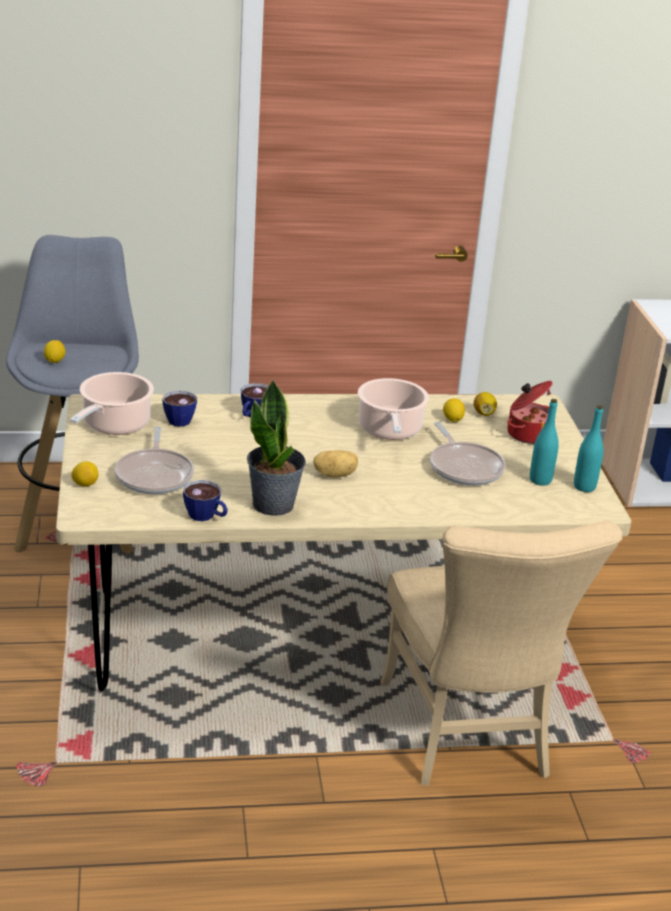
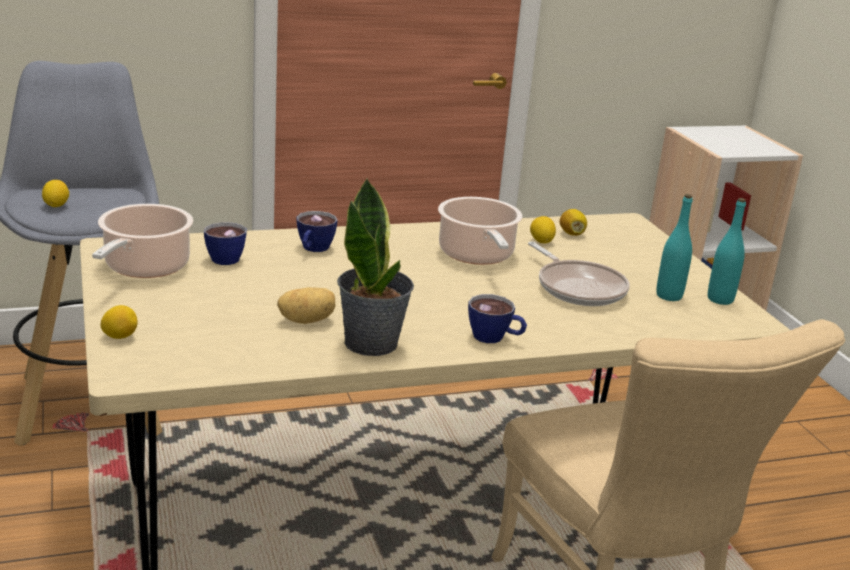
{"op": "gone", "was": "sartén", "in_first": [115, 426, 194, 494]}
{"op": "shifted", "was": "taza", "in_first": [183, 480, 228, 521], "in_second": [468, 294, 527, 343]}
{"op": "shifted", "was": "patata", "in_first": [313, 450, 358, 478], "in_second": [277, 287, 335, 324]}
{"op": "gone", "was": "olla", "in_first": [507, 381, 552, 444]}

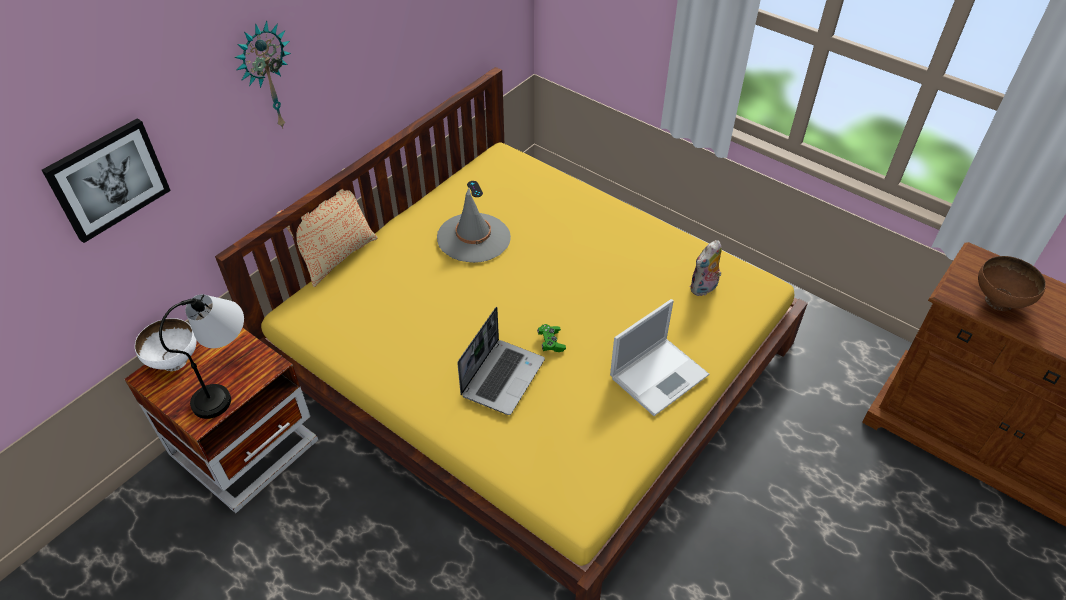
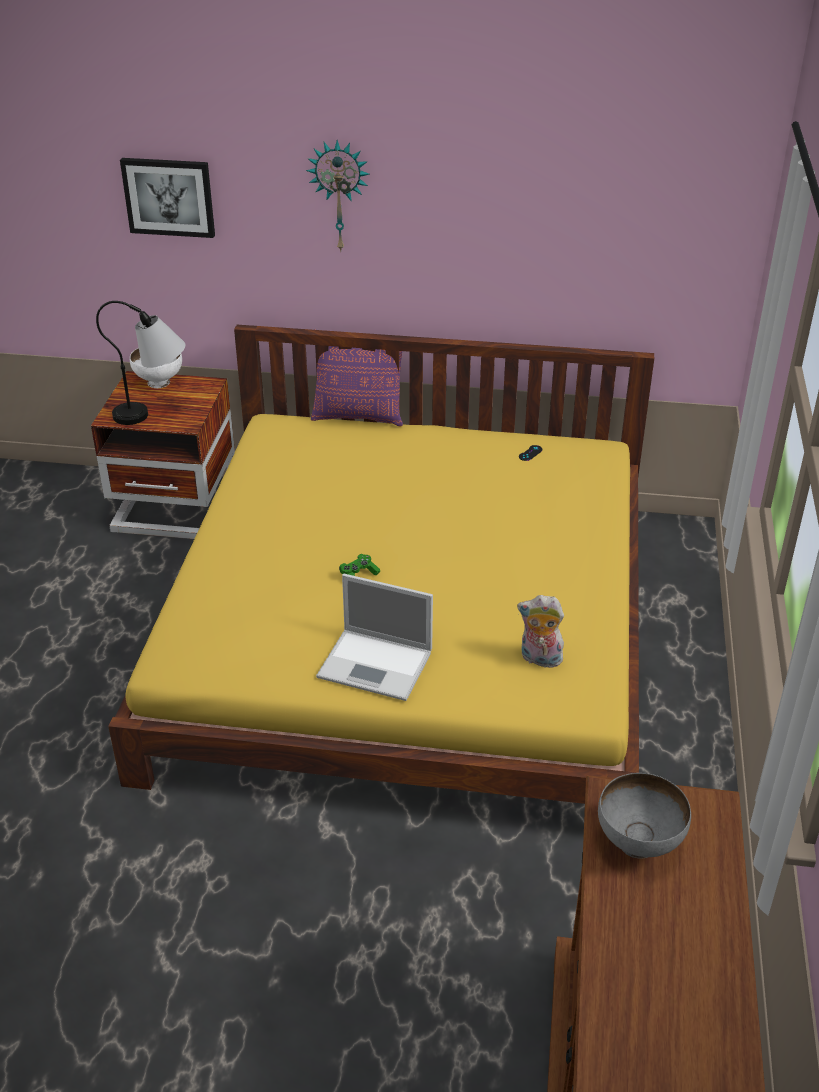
{"op": "repainted", "was": "cojín [beis]", "now": "cojín [morado]", "in_first": [276, 168, 378, 287], "in_second": [311, 346, 403, 427]}
{"op": "gone", "was": "sombrero [gris]", "in_first": [437, 188, 511, 263]}
{"op": "gone", "was": "portátil", "in_first": [457, 307, 545, 415]}
{"op": "repainted", "was": "cuenco [marrón]", "now": "cuenco [gris]", "in_first": [978, 256, 1046, 311], "in_second": [598, 773, 691, 859]}

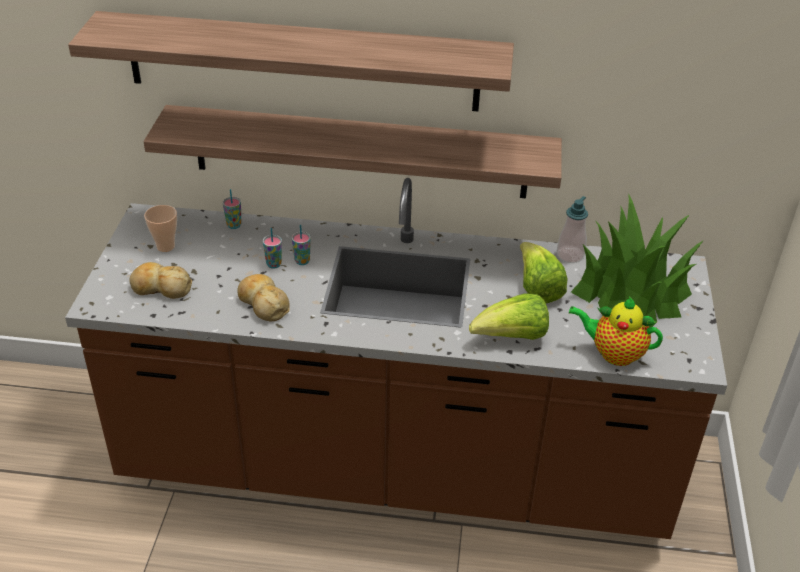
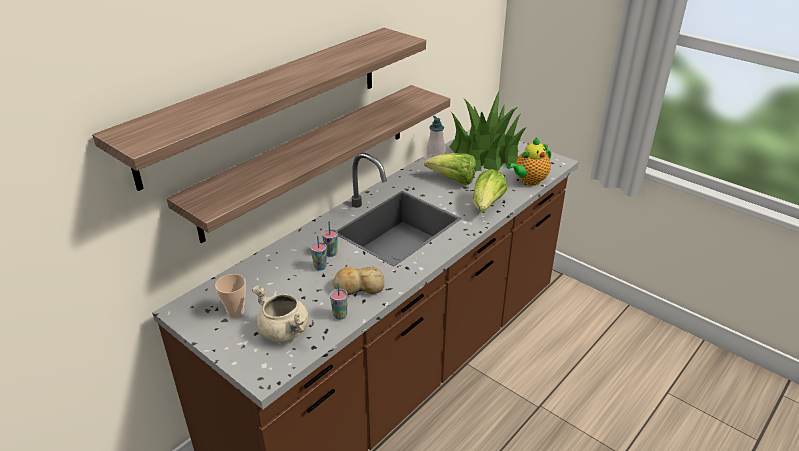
{"op": "swapped", "was": "pan", "now": "olla [beis]", "in_first": [129, 262, 192, 299], "in_second": [252, 285, 308, 342]}
{"op": "shifted", "was": "taza", "in_first": [223, 189, 241, 229], "in_second": [330, 283, 348, 320]}

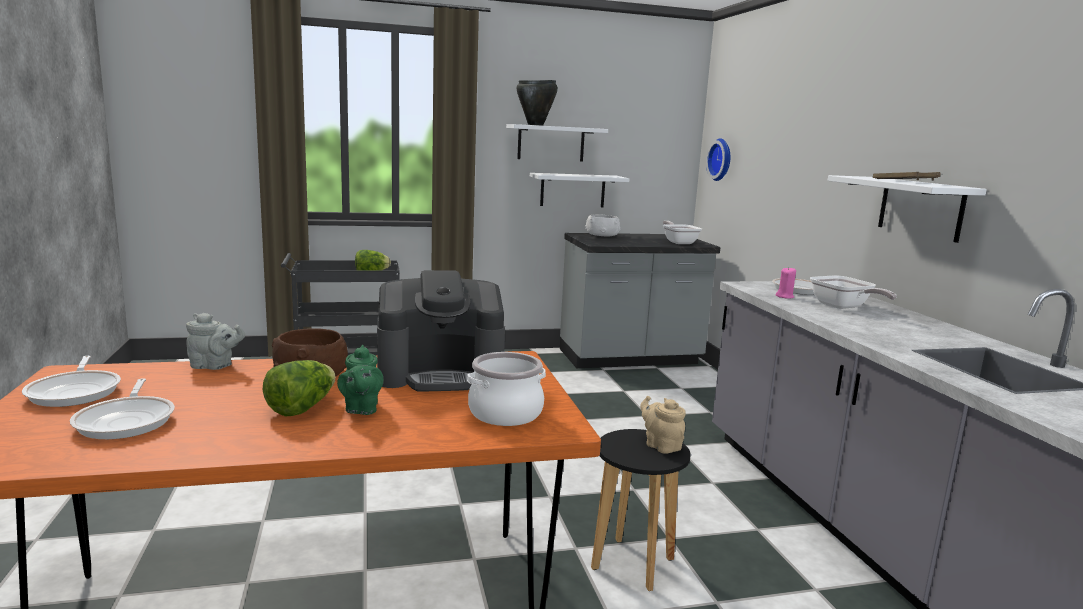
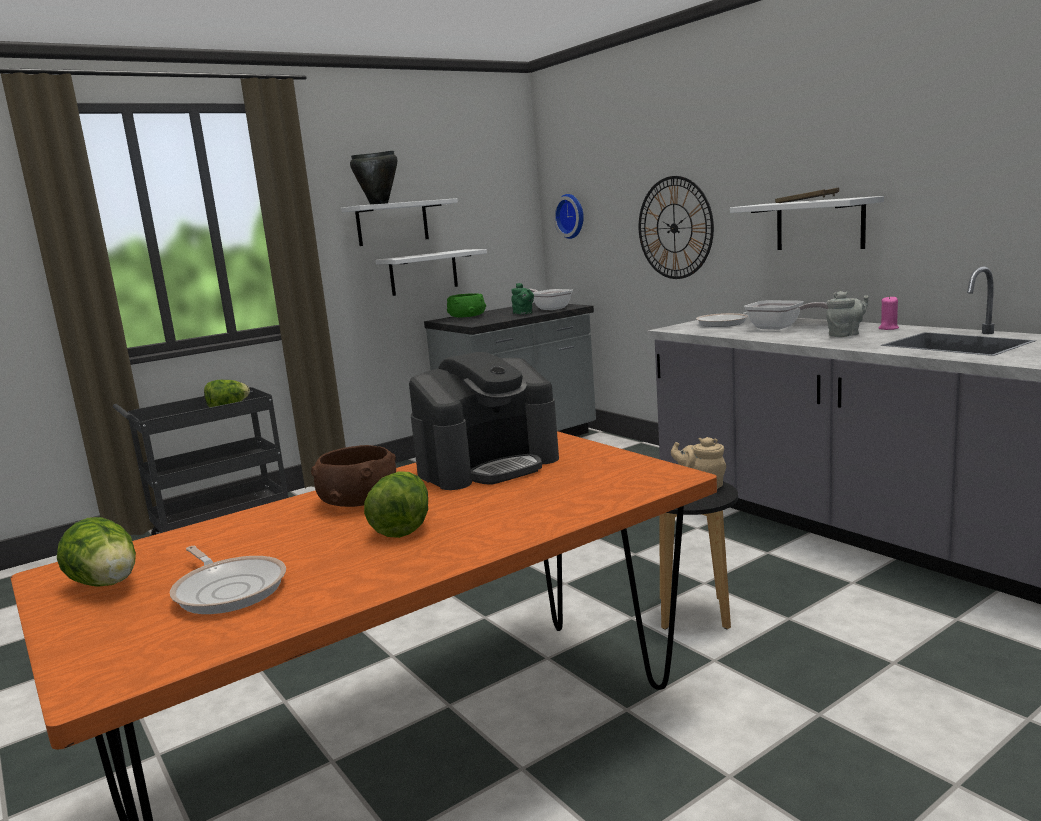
{"op": "swapped", "was": "sartén", "now": "lechuga", "in_first": [22, 356, 121, 407], "in_second": [57, 517, 136, 587]}
{"op": "shifted", "was": "tetera [gris]", "in_first": [186, 313, 245, 370], "in_second": [826, 291, 868, 337]}
{"op": "shifted", "was": "tetera [verde]", "in_first": [337, 345, 383, 415], "in_second": [511, 283, 534, 314]}
{"op": "gone", "was": "olla", "in_first": [467, 352, 546, 426]}
{"op": "repainted", "was": "cuenco [blanco]", "now": "cuenco [verde]", "in_first": [585, 214, 620, 237], "in_second": [447, 293, 486, 317]}
{"op": "shifted", "was": "vela [rosa]", "in_first": [776, 267, 796, 298], "in_second": [878, 296, 899, 330]}
{"op": "new", "now": "reloj de pared", "in_second": [639, 176, 714, 279]}

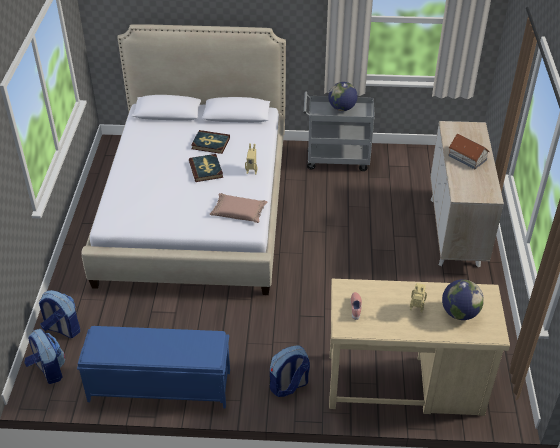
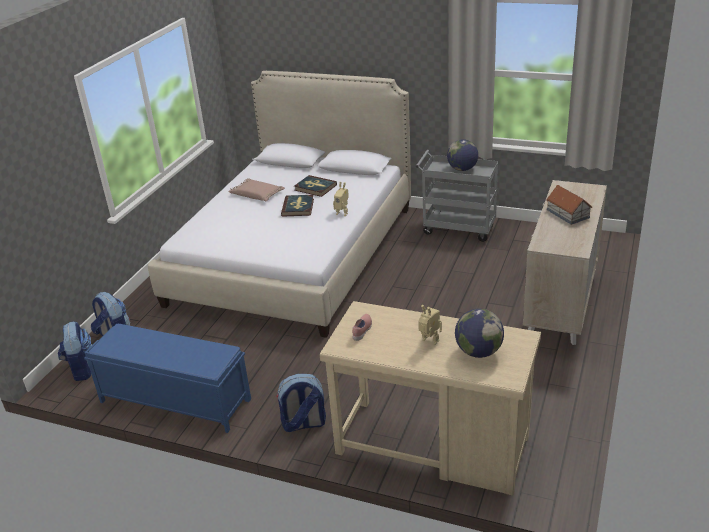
{"op": "shifted", "was": "cojín [beis]", "in_first": [209, 193, 267, 223], "in_second": [229, 178, 285, 202]}

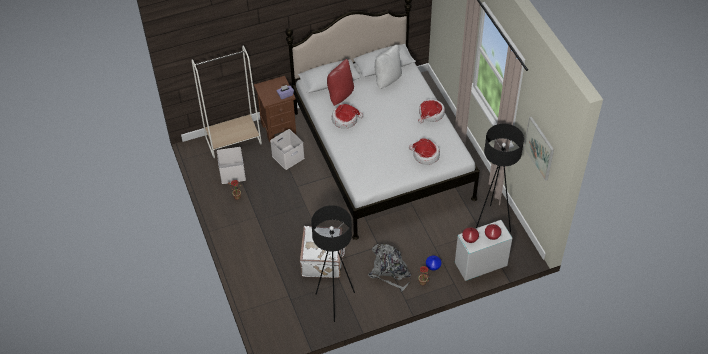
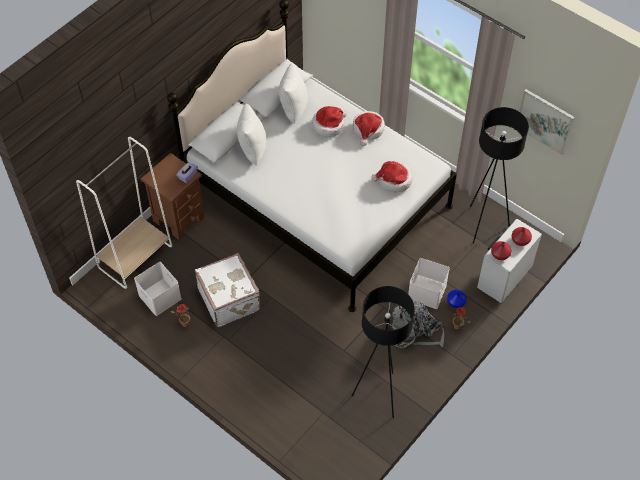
{"op": "shifted", "was": "caja de almacenaje [blanco]", "in_first": [270, 129, 305, 170], "in_second": [408, 258, 450, 309]}
{"op": "shifted", "was": "maleta [blanco]", "in_first": [300, 226, 346, 278], "in_second": [195, 253, 260, 327]}
{"op": "repainted", "was": "cojín [rojo]", "now": "cojín [blanco]", "in_first": [327, 59, 354, 106], "in_second": [237, 103, 267, 165]}
{"op": "shifted", "was": "sombrero", "in_first": [332, 104, 363, 129], "in_second": [312, 106, 347, 137]}

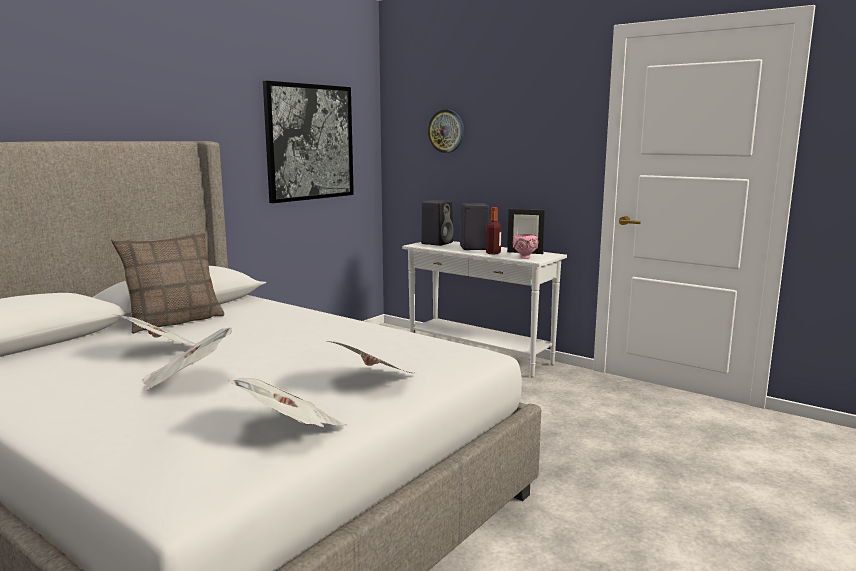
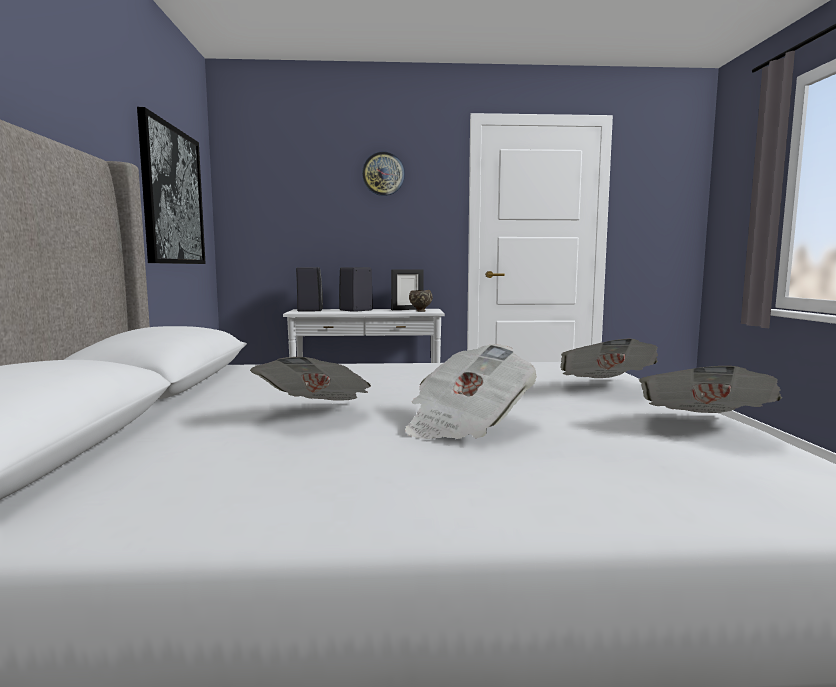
{"op": "gone", "was": "cojín", "in_first": [111, 230, 225, 334]}
{"op": "shifted", "was": "reloj de pared", "in_first": [428, 109, 464, 153], "in_second": [362, 152, 405, 196]}
{"op": "gone", "was": "botella", "in_first": [486, 207, 501, 254]}
{"op": "repainted", "was": "cuenco [rosa]", "now": "cuenco [marrón]", "in_first": [513, 234, 538, 259], "in_second": [409, 290, 433, 312]}

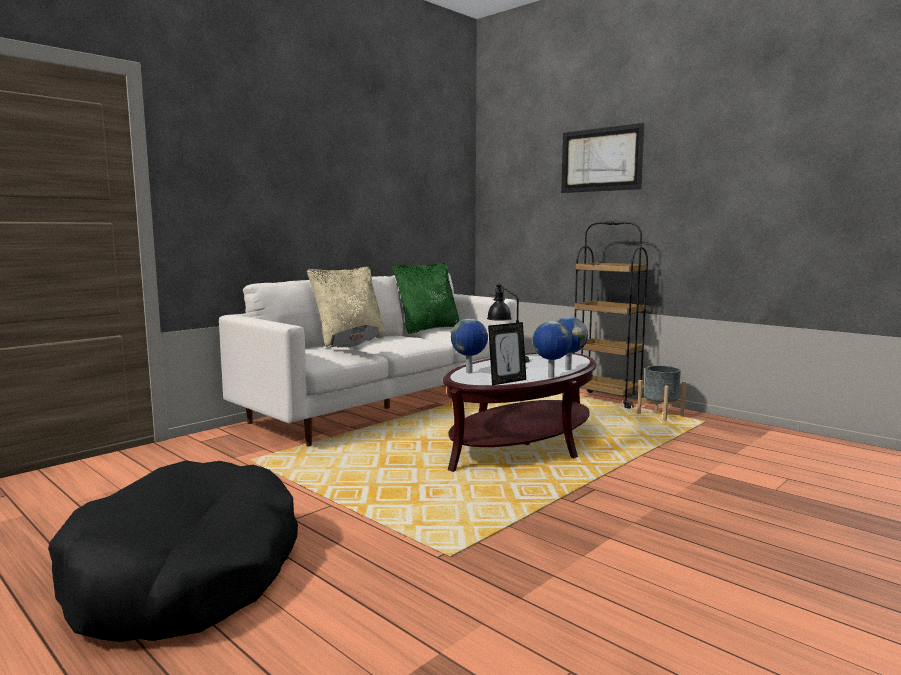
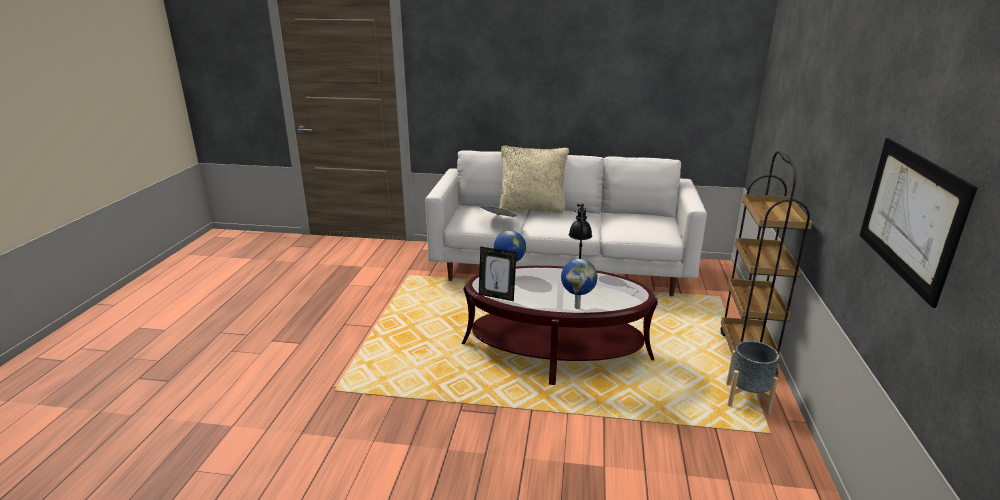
{"op": "gone", "was": "cama para perro [negro]", "in_first": [48, 461, 298, 642]}
{"op": "gone", "was": "cojín [verde]", "in_first": [393, 263, 459, 334]}
{"op": "gone", "was": "globo terráqueo", "in_first": [533, 321, 572, 378]}
{"op": "shifted", "was": "cuadro", "in_first": [561, 123, 645, 193], "in_second": [859, 138, 978, 308]}

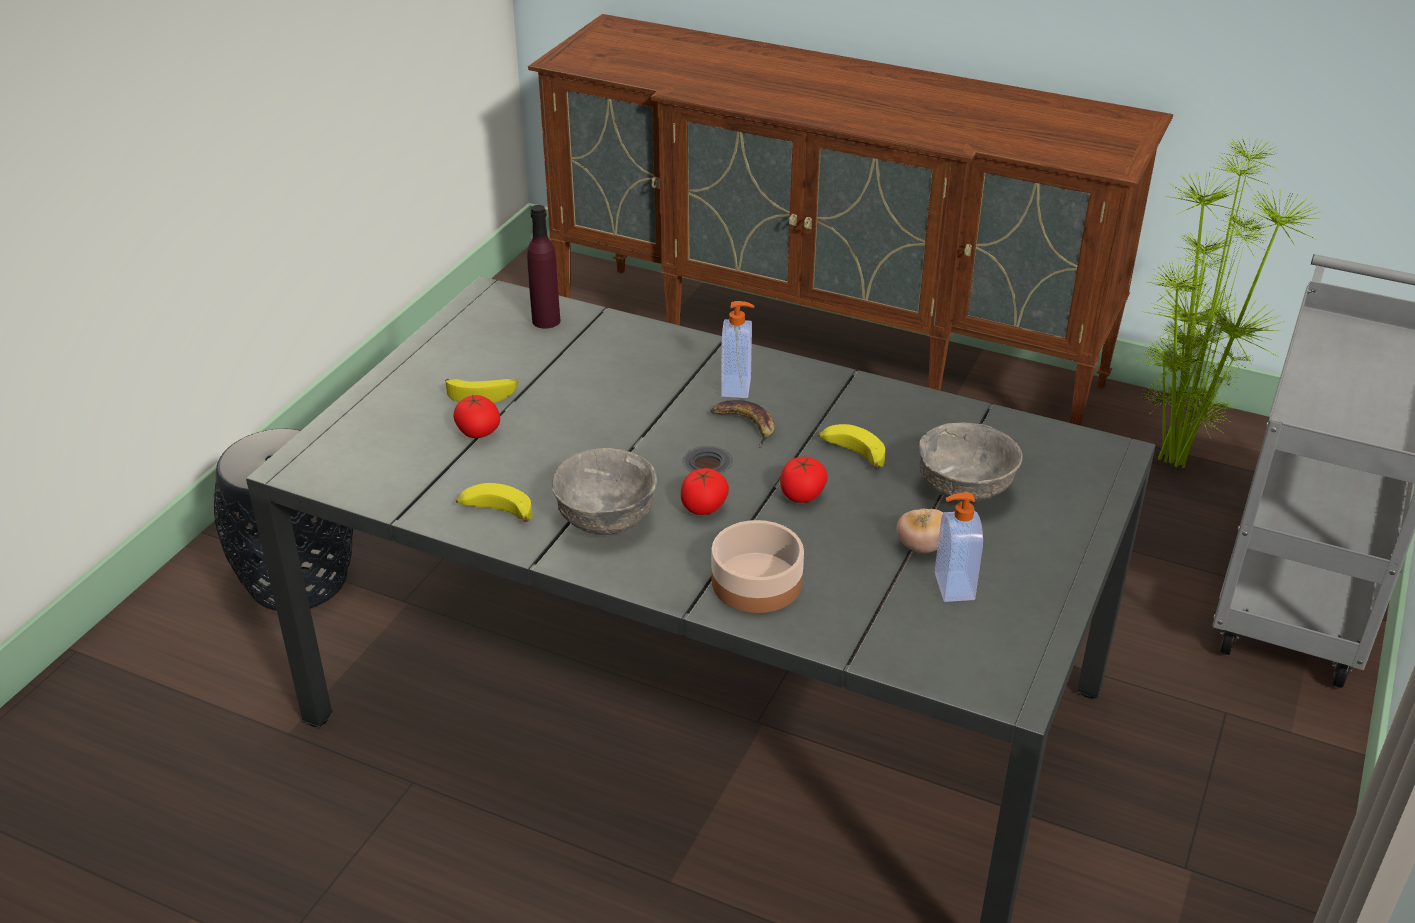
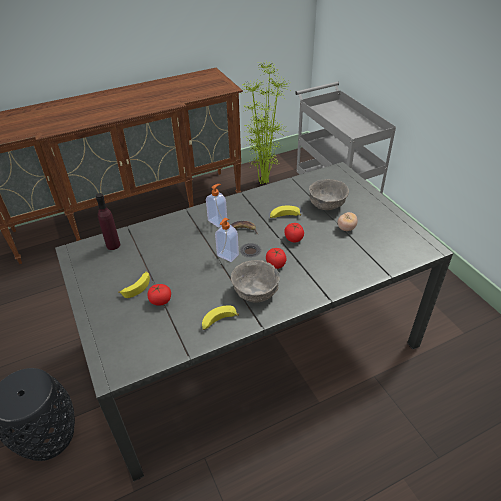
{"op": "gone", "was": "cuenco", "in_first": [711, 520, 804, 613]}
{"op": "shifted", "was": "dispensador de jabón", "in_first": [935, 493, 983, 602], "in_second": [215, 218, 239, 262]}

